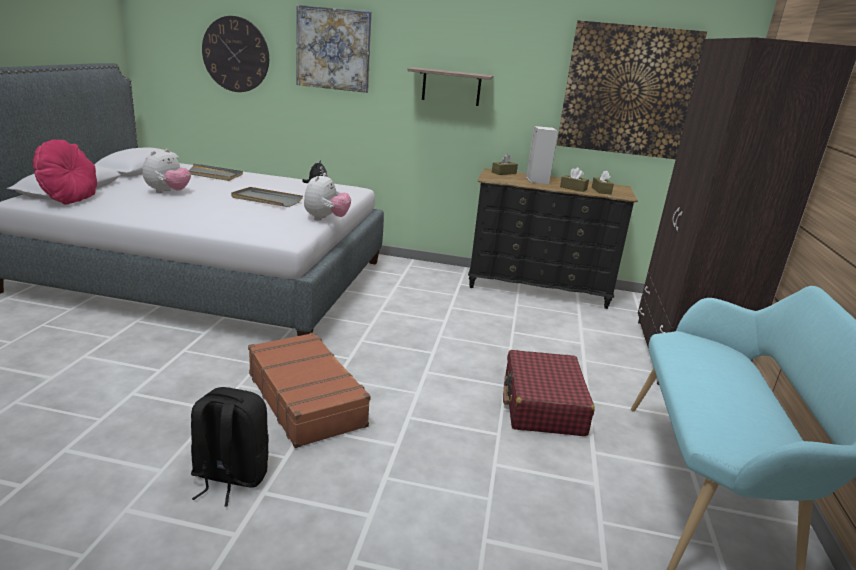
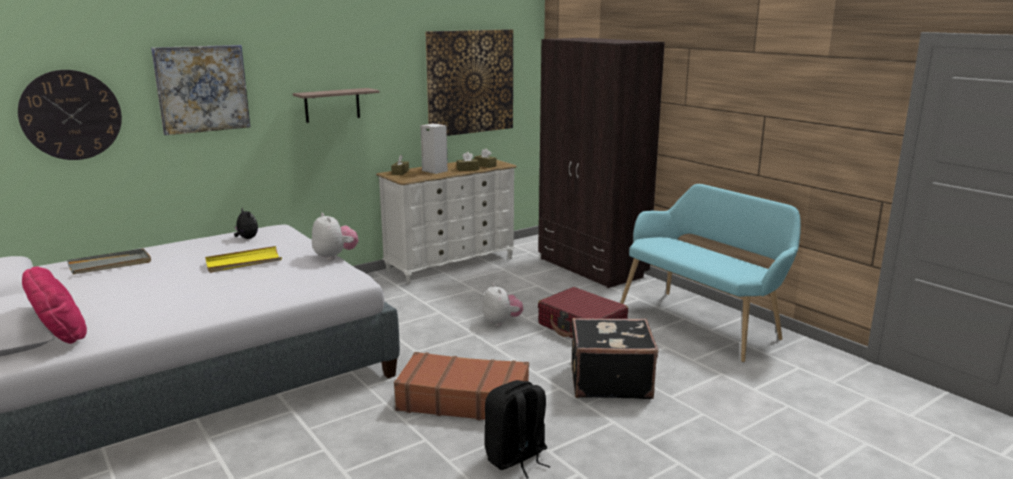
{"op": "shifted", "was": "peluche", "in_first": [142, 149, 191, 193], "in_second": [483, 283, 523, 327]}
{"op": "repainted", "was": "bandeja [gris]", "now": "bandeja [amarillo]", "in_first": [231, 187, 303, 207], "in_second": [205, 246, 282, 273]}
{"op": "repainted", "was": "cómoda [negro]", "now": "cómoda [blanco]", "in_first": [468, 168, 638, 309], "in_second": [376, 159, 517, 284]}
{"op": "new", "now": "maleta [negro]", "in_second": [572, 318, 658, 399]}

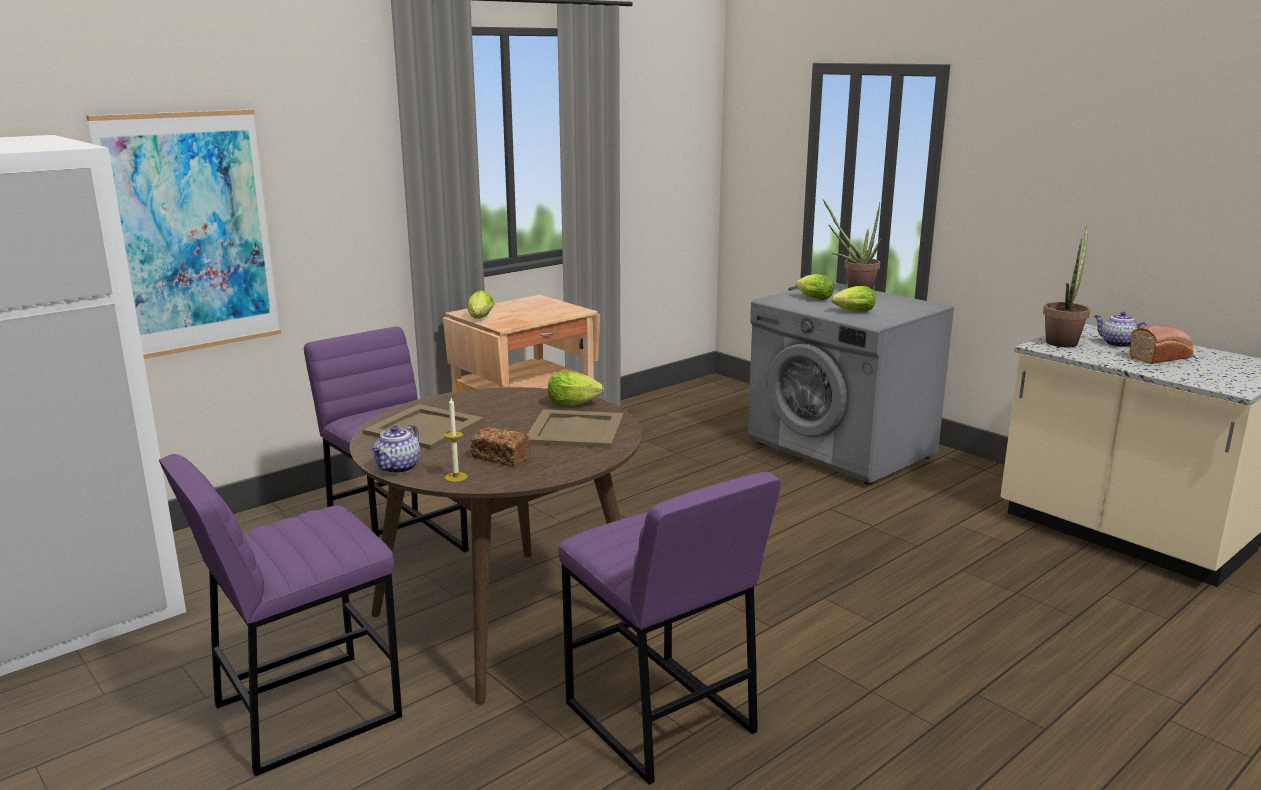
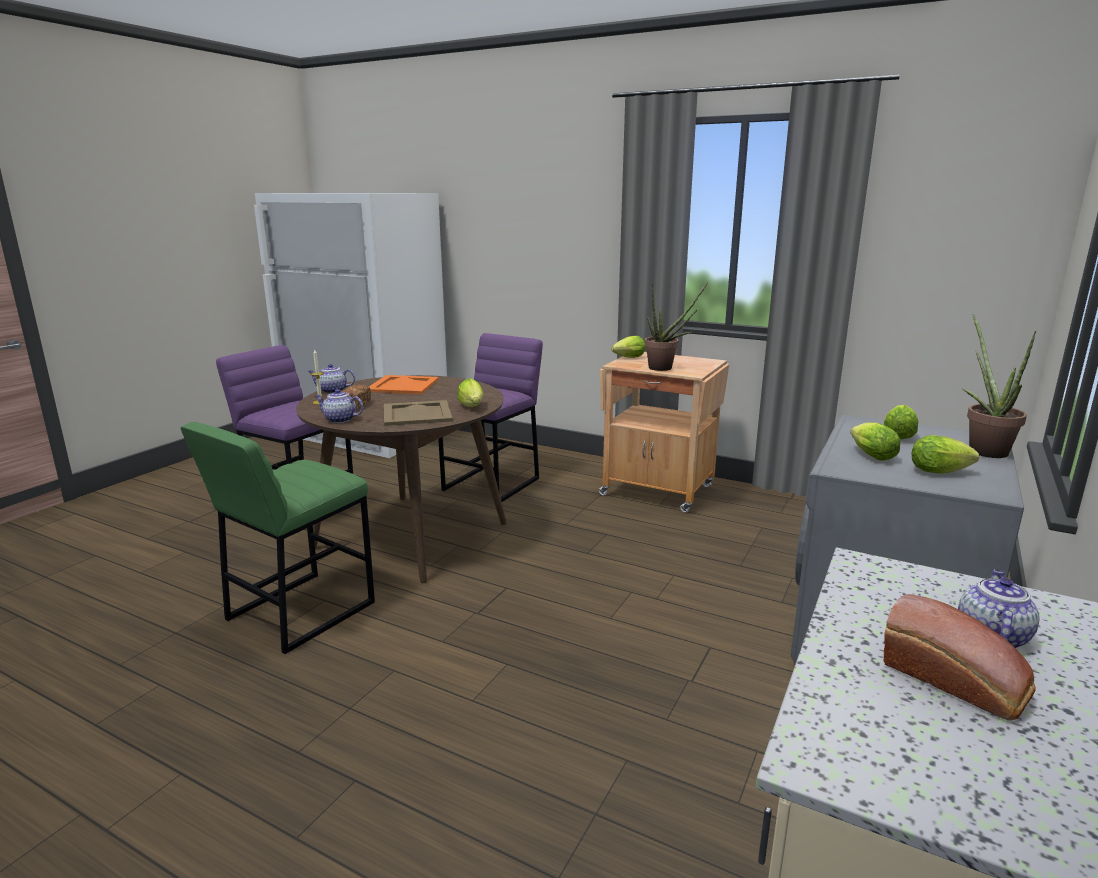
{"op": "gone", "was": "cuadro", "in_first": [86, 109, 281, 359]}
{"op": "repainted", "was": "bandeja [beis]", "now": "bandeja [naranja]", "in_first": [363, 404, 484, 449], "in_second": [369, 375, 439, 394]}
{"op": "repainted", "was": "silla [morado]", "now": "silla [verde]", "in_first": [559, 472, 781, 785], "in_second": [181, 422, 375, 654]}
{"op": "shifted", "was": "planta en maceta", "in_first": [1043, 225, 1090, 347], "in_second": [645, 282, 708, 371]}
{"op": "new", "now": "tetera", "in_second": [315, 389, 363, 423]}
{"op": "new", "now": "lechuga", "in_second": [912, 435, 979, 474]}

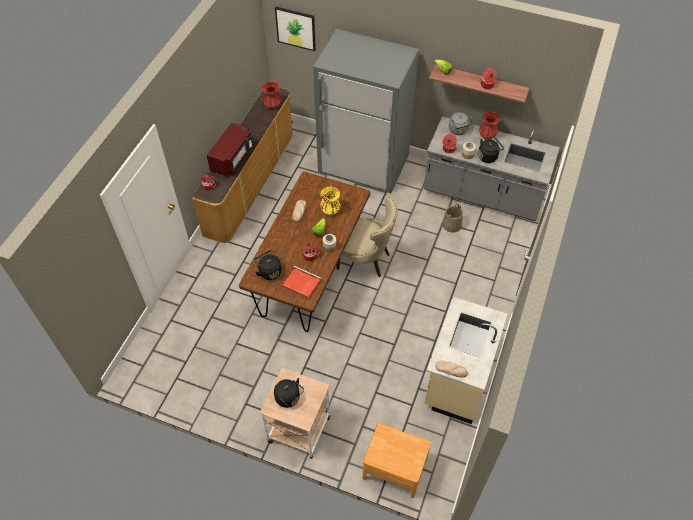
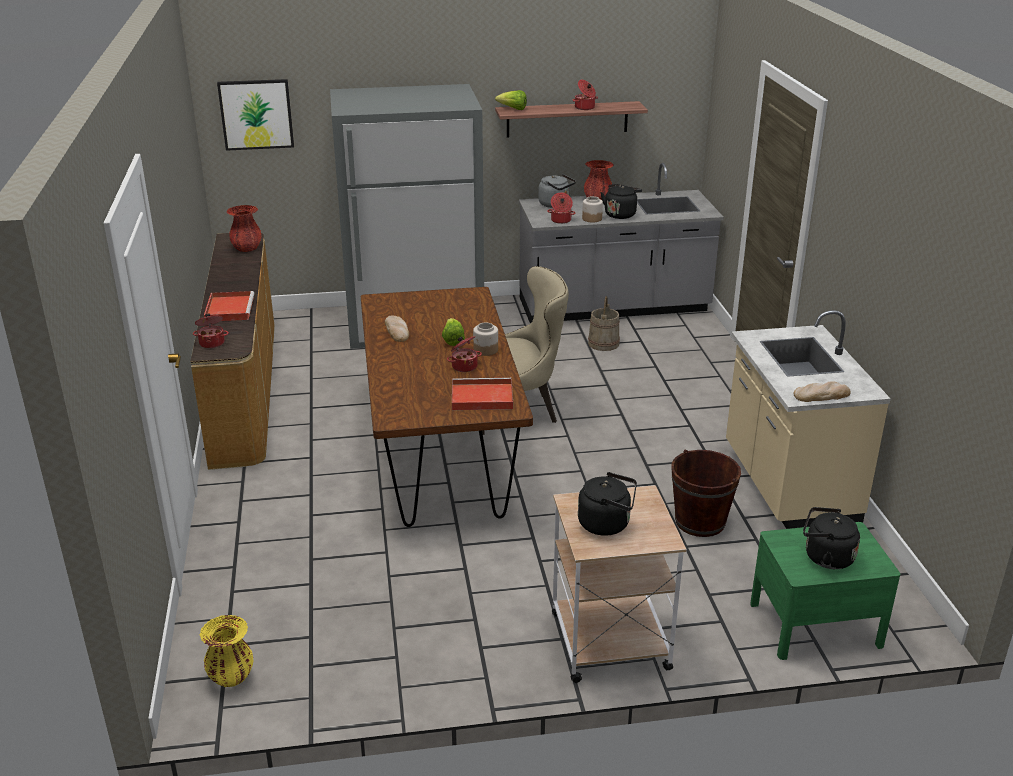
{"op": "swapped", "was": "microondas [rojo]", "now": "bandeja [rojo]", "in_first": [207, 123, 253, 177], "in_second": [204, 291, 254, 321]}
{"op": "shifted", "was": "hervidor [negro]", "in_first": [254, 250, 281, 280], "in_second": [803, 507, 860, 569]}
{"op": "shifted", "was": "florero [amarillo]", "in_first": [320, 187, 340, 215], "in_second": [199, 615, 254, 687]}
{"op": "repainted", "was": "mesita de noche [marrón]", "now": "mesita de noche [verde]", "in_first": [362, 423, 431, 498], "in_second": [750, 522, 900, 660]}
{"op": "new", "now": "cubo [marrón]", "in_second": [671, 449, 741, 537]}

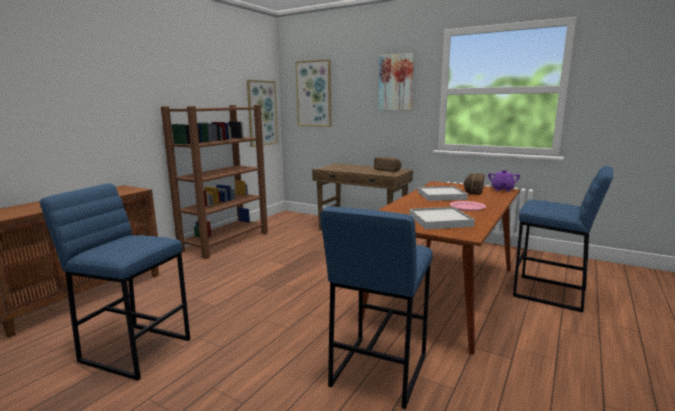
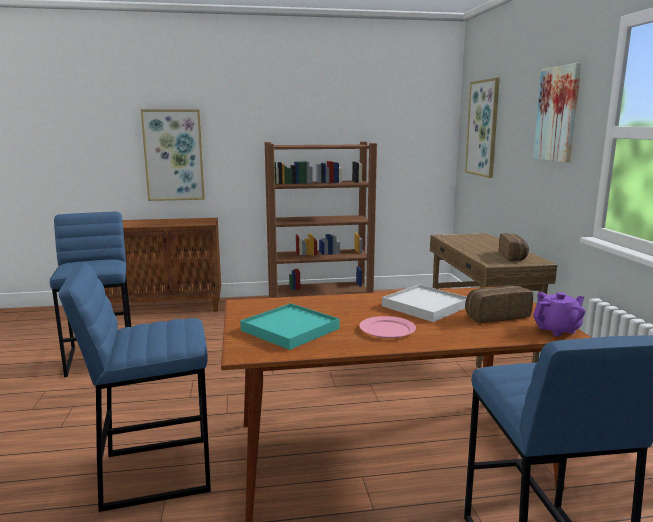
{"op": "shifted", "was": "cuadro", "in_first": [247, 80, 278, 147], "in_second": [141, 109, 205, 201]}
{"op": "repainted", "was": "bandeja [blanco]", "now": "bandeja [turquesa]", "in_first": [410, 207, 475, 229], "in_second": [240, 303, 339, 350]}

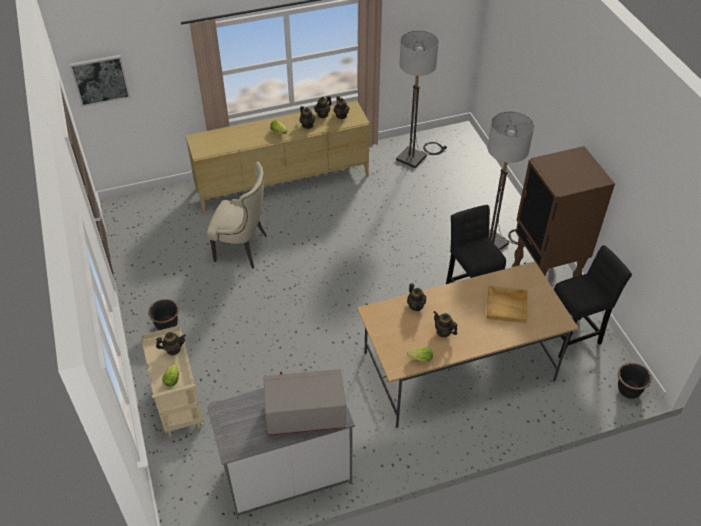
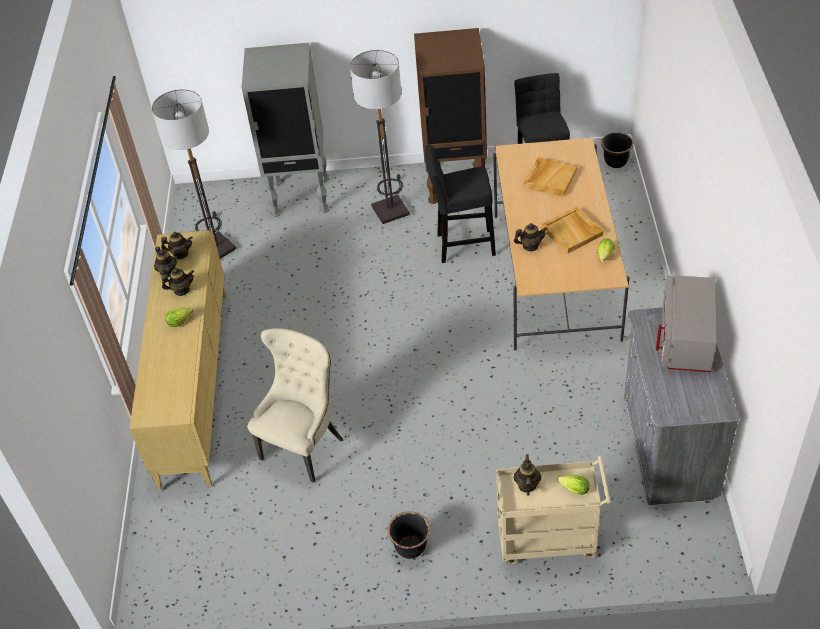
{"op": "gone", "was": "cuadro", "in_first": [70, 55, 131, 107]}
{"op": "swapped", "was": "tetera", "now": "bandeja [beis]", "in_first": [434, 311, 457, 337], "in_second": [541, 207, 603, 253]}
{"op": "new", "now": "armario [gris]", "in_second": [241, 43, 329, 217]}

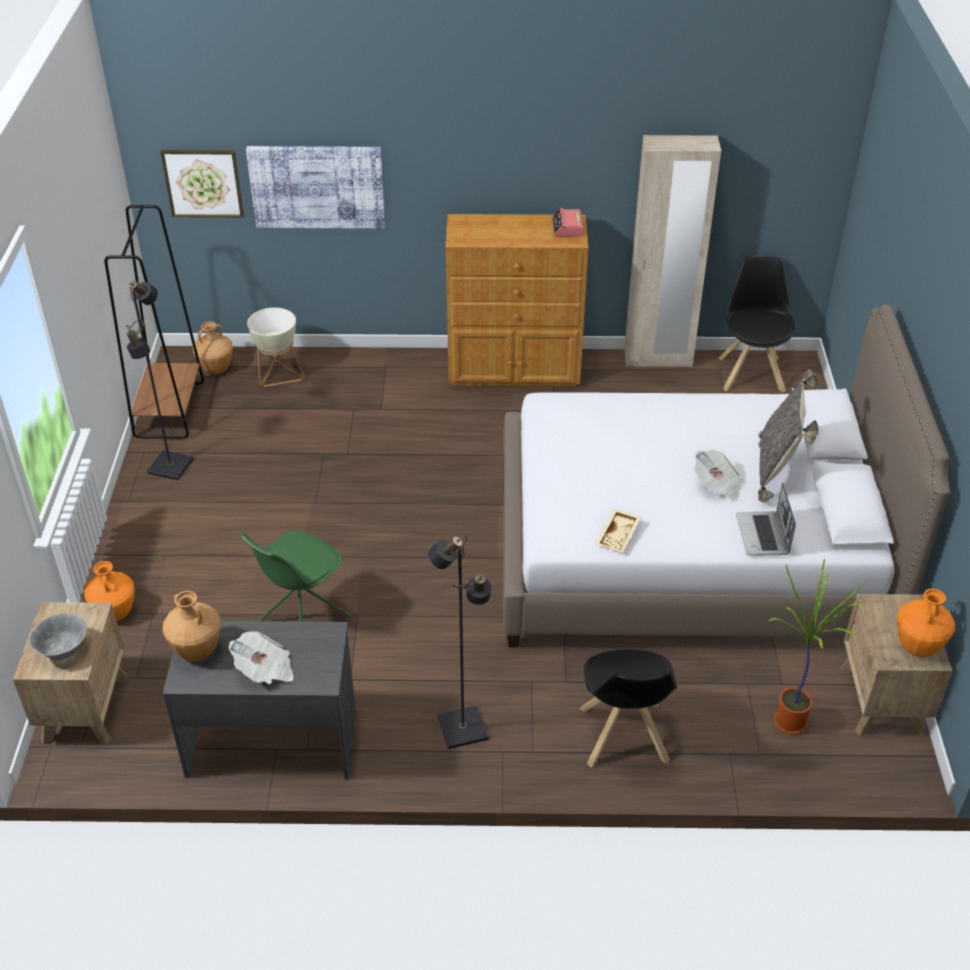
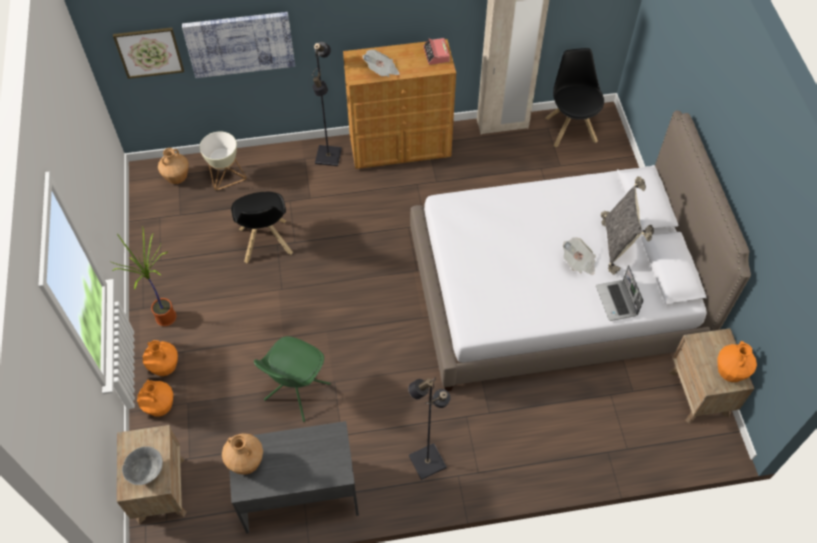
{"op": "gone", "was": "perchero", "in_first": [104, 205, 204, 439]}
{"op": "shifted", "was": "lámpara de pie [negro]", "in_first": [126, 281, 193, 480], "in_second": [312, 42, 342, 166]}
{"op": "shifted", "was": "periódico", "in_first": [229, 631, 293, 684], "in_second": [362, 49, 400, 77]}
{"op": "shifted", "was": "silla [negro]", "in_first": [579, 650, 677, 768], "in_second": [231, 192, 293, 263]}
{"op": "gone", "was": "bandeja [beis]", "in_first": [596, 509, 641, 552]}
{"op": "shifted", "was": "planta en maceta", "in_first": [767, 558, 866, 734], "in_second": [109, 229, 177, 326]}
{"op": "new", "now": "florero [naranja]", "in_second": [143, 340, 178, 376]}

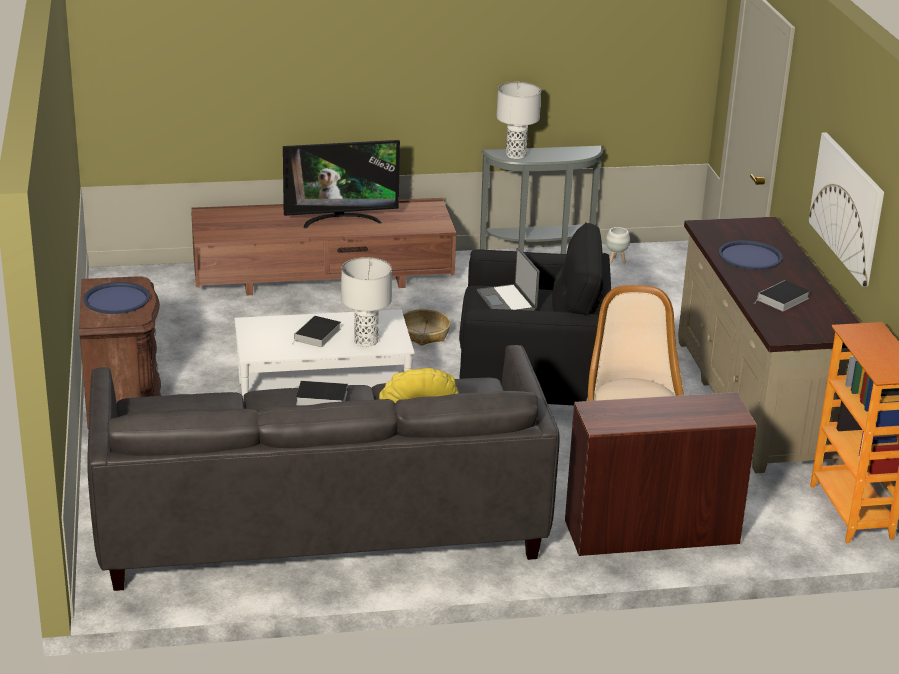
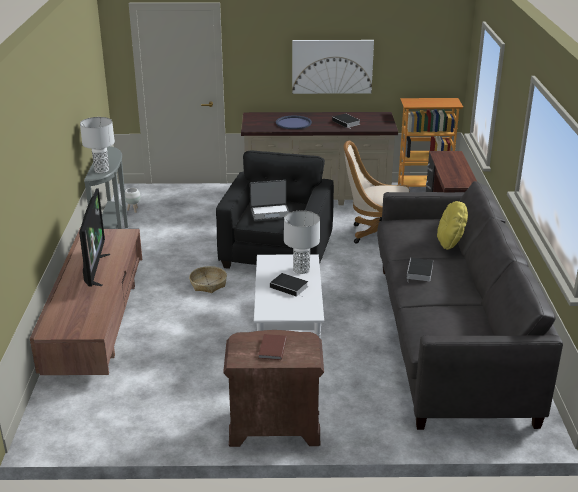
{"op": "swapped", "was": "bandeja [azul]", "now": "libro [marrón]", "in_first": [83, 282, 150, 314], "in_second": [258, 334, 287, 360]}

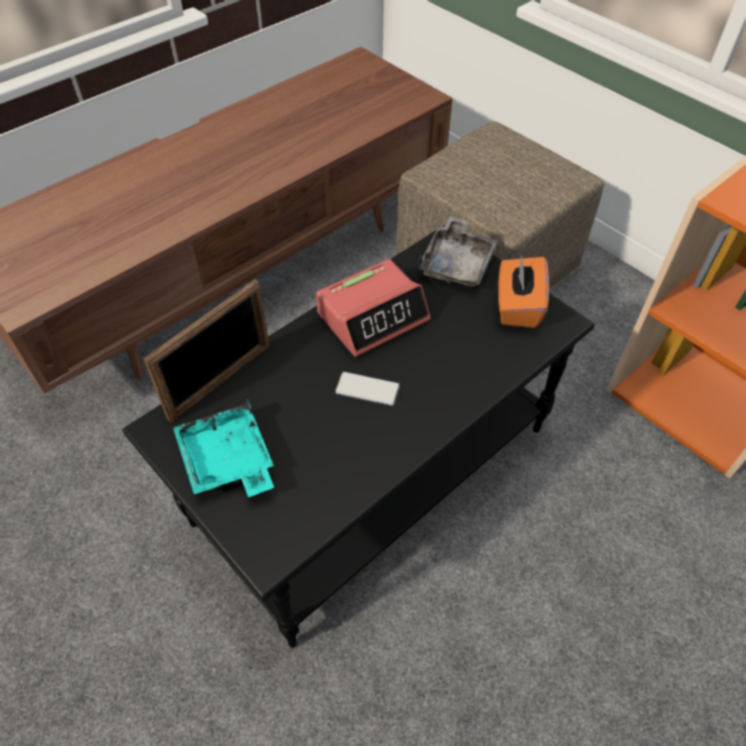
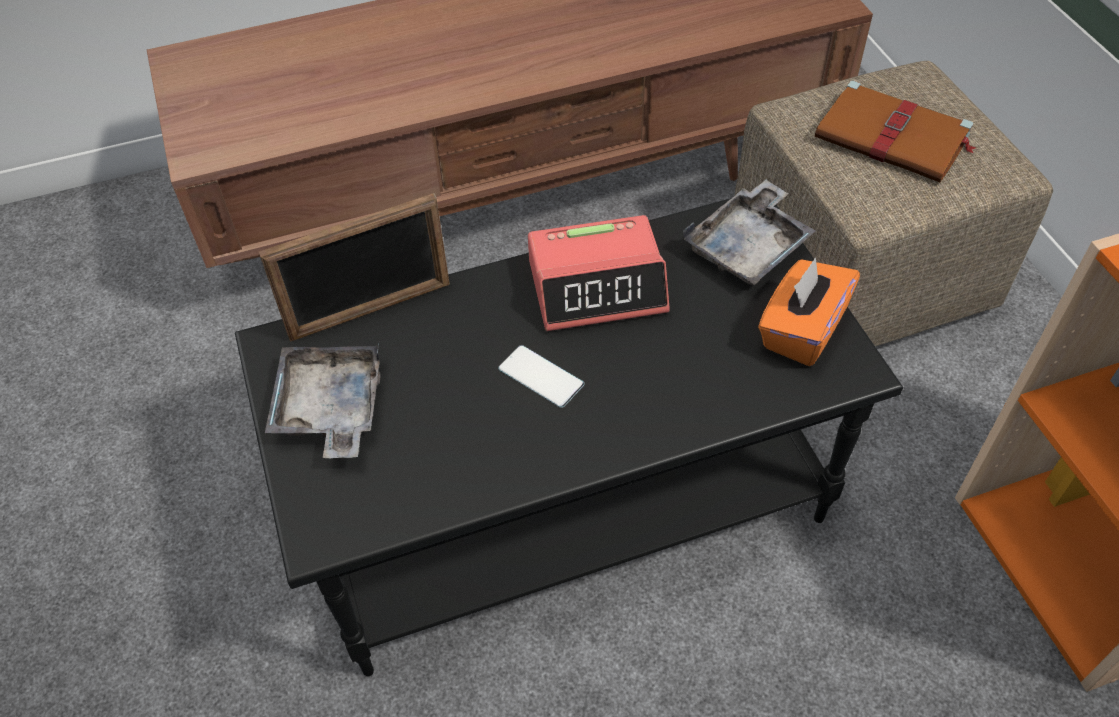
{"op": "repainted", "was": "bandeja [turquesa]", "now": "bandeja [gris]", "in_first": [173, 399, 274, 497], "in_second": [265, 344, 381, 458]}
{"op": "new", "now": "libro [marrón]", "in_second": [815, 81, 976, 182]}

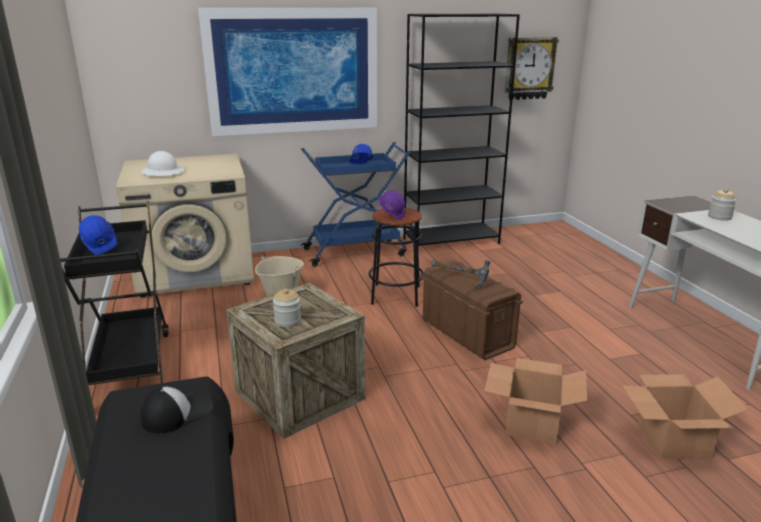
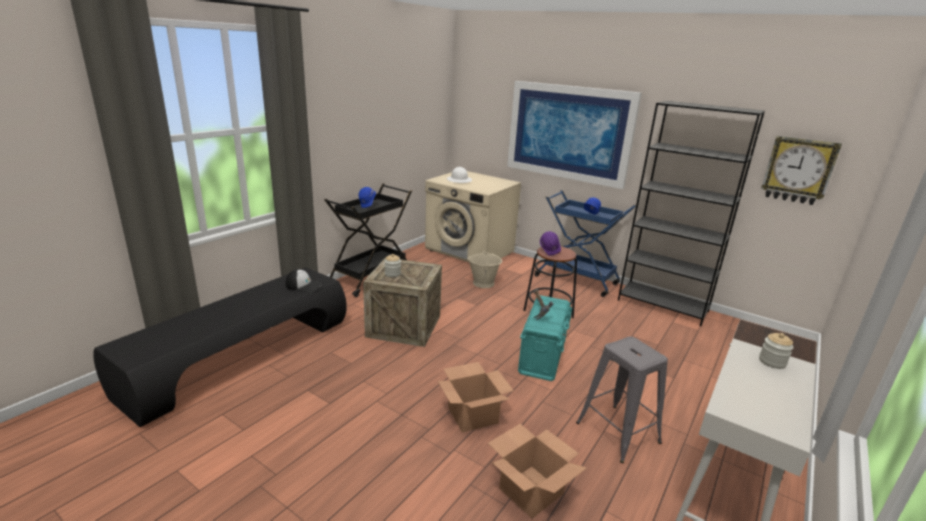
{"op": "repainted", "was": "caja de almacenaje [marrón]", "now": "caja de almacenaje [turquesa]", "in_first": [422, 260, 523, 360], "in_second": [518, 295, 572, 381]}
{"op": "new", "now": "taburete [gris]", "in_second": [576, 337, 668, 463]}

